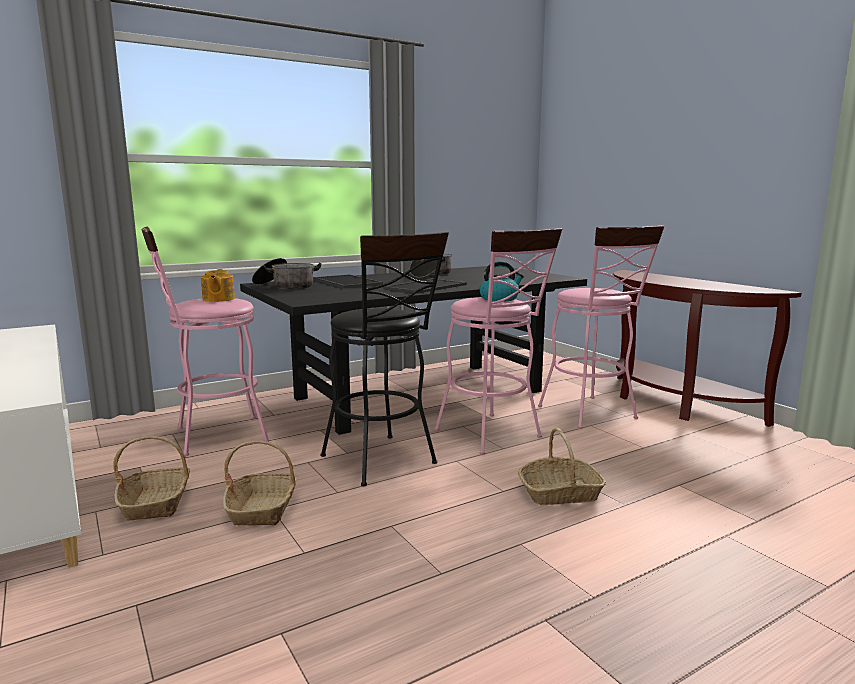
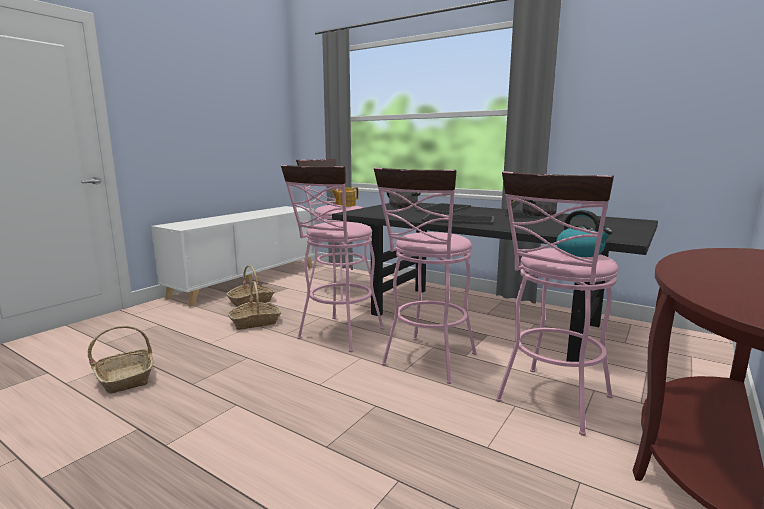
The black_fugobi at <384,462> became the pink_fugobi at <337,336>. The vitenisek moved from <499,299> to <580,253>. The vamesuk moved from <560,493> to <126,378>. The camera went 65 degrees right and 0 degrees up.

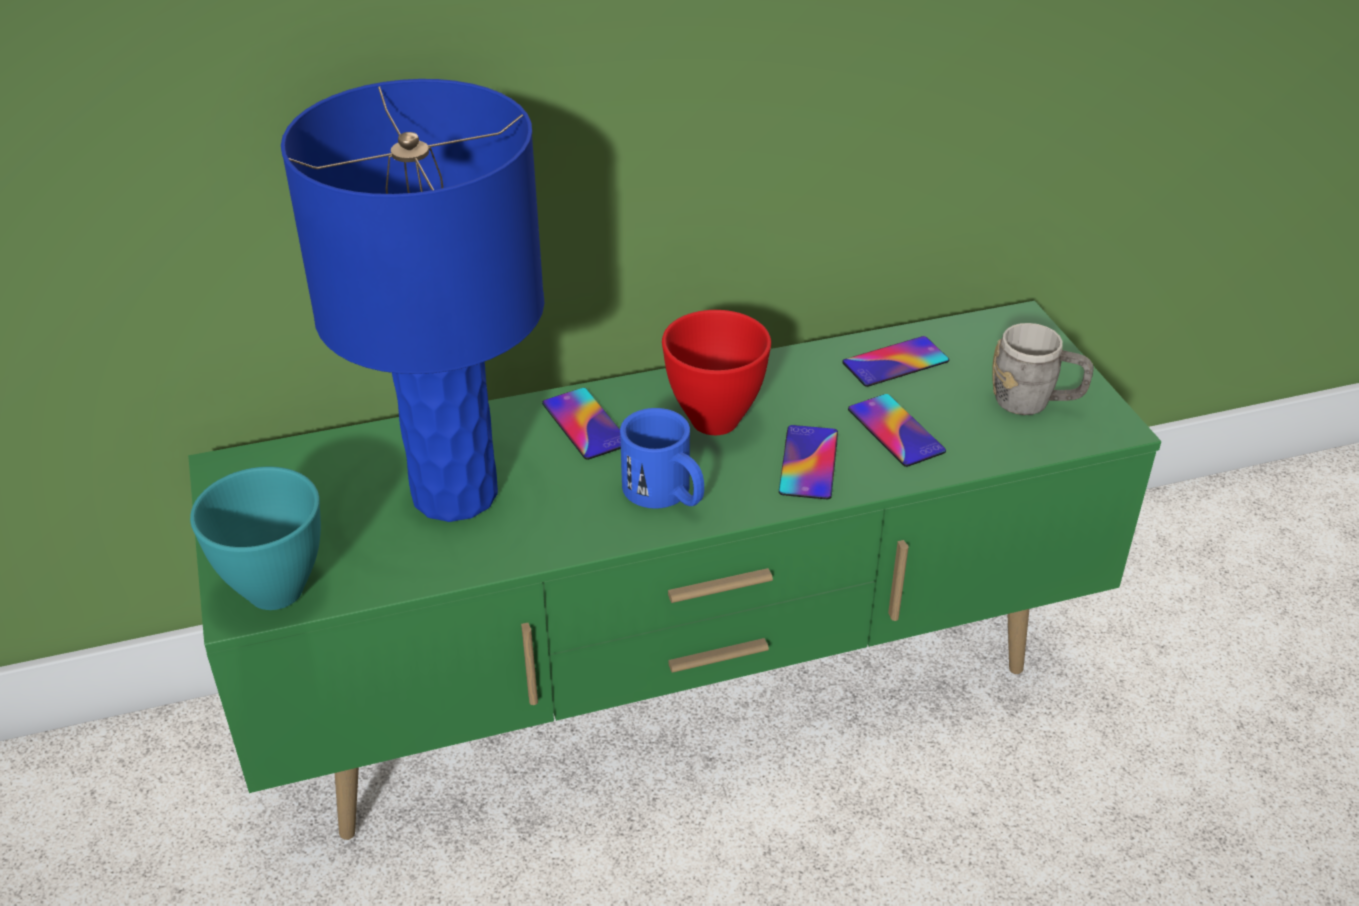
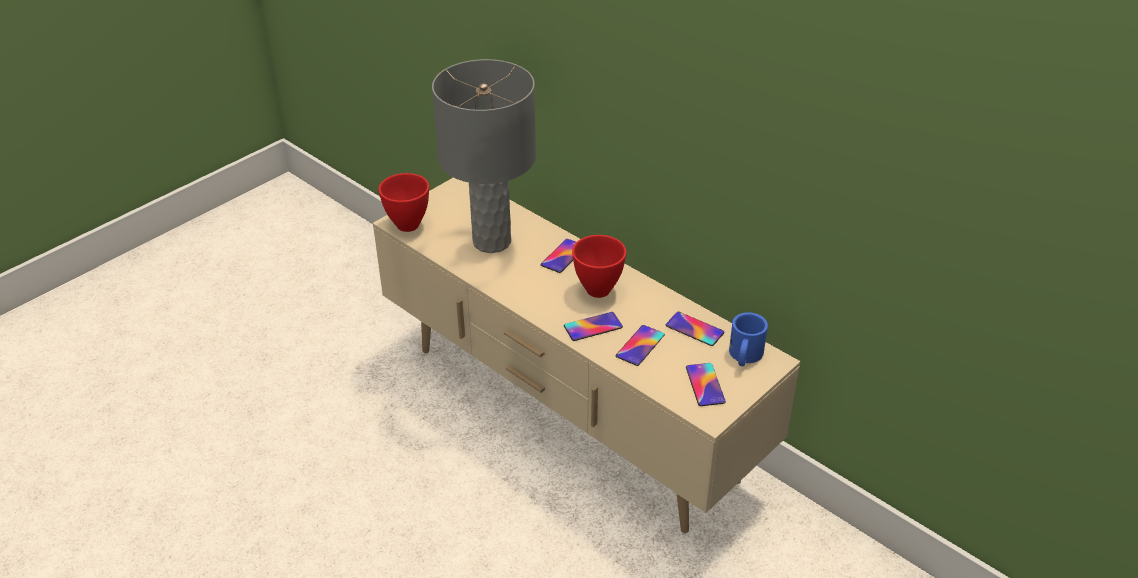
The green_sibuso at <681,694> became the beige_sibuso at <571,415>. The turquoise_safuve at <272,592> became the red_safuve at <407,224>. The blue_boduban at <454,493> became the grey_boduban at <492,241>. The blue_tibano moved from <666,494> to <744,357>. The grey_tibano at <1035,403> was replaced by the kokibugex at <705,385>. The camera went 60 degrees right and 0 degrees up.

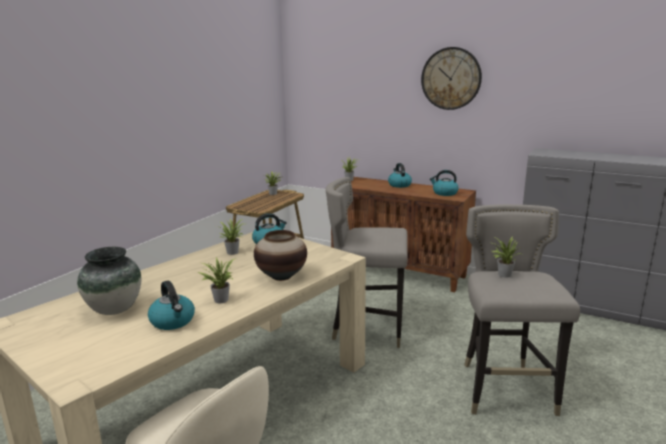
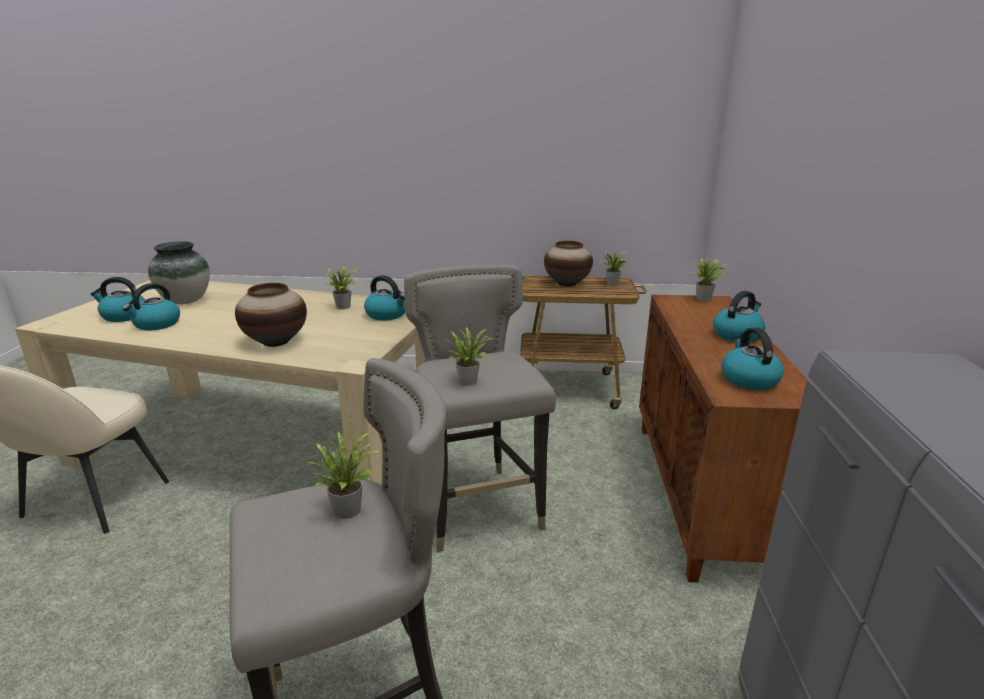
The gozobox moved from <220,299> to <468,380>. The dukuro at <451,78> disappeared. The vitenisek at <124,316> appeared. The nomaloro at <567,283> appeared. The camera went 65 degrees right and 5 degrees up.

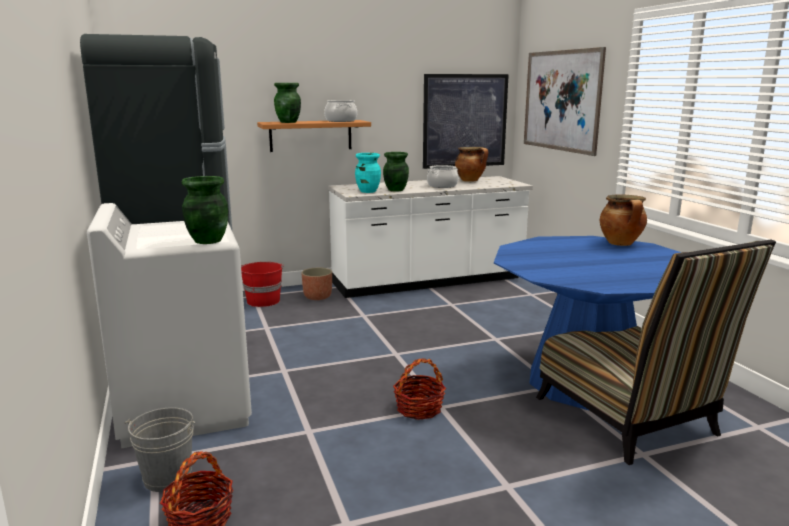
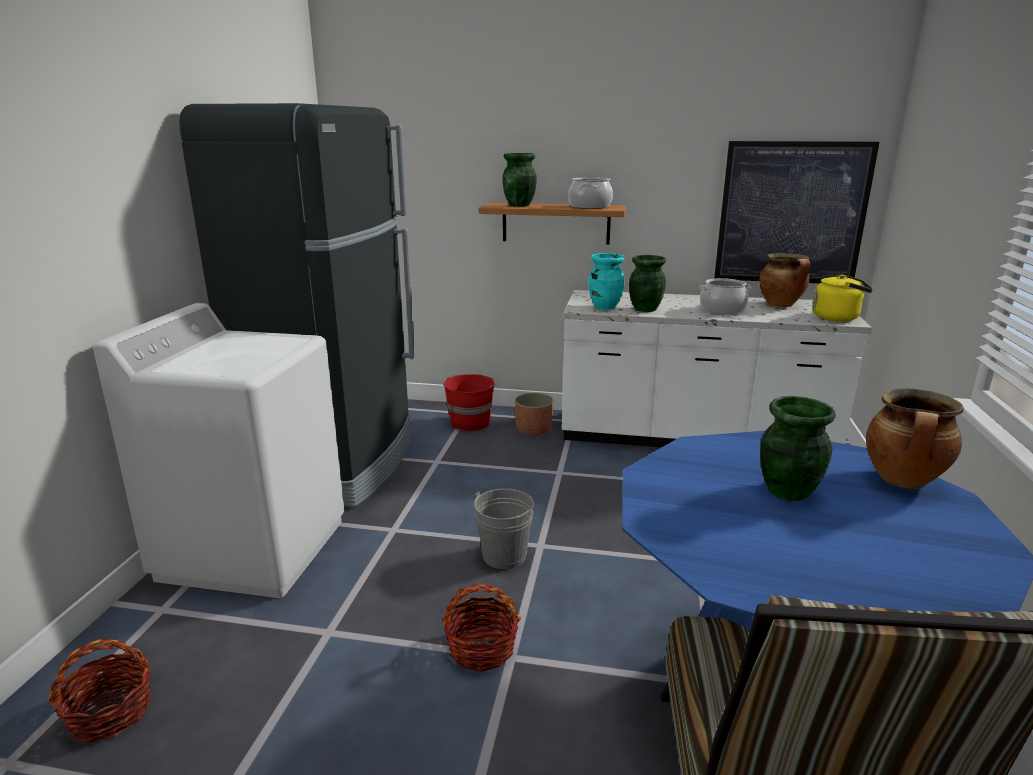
The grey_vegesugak moved from <167,477> to <504,555>. The green_nomaloro moved from <207,241> to <787,491>. The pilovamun at <561,100> disappeared. The yellow_vitenisek at <838,318> appeared. The camera went 30 degrees right and 5 degrees up.

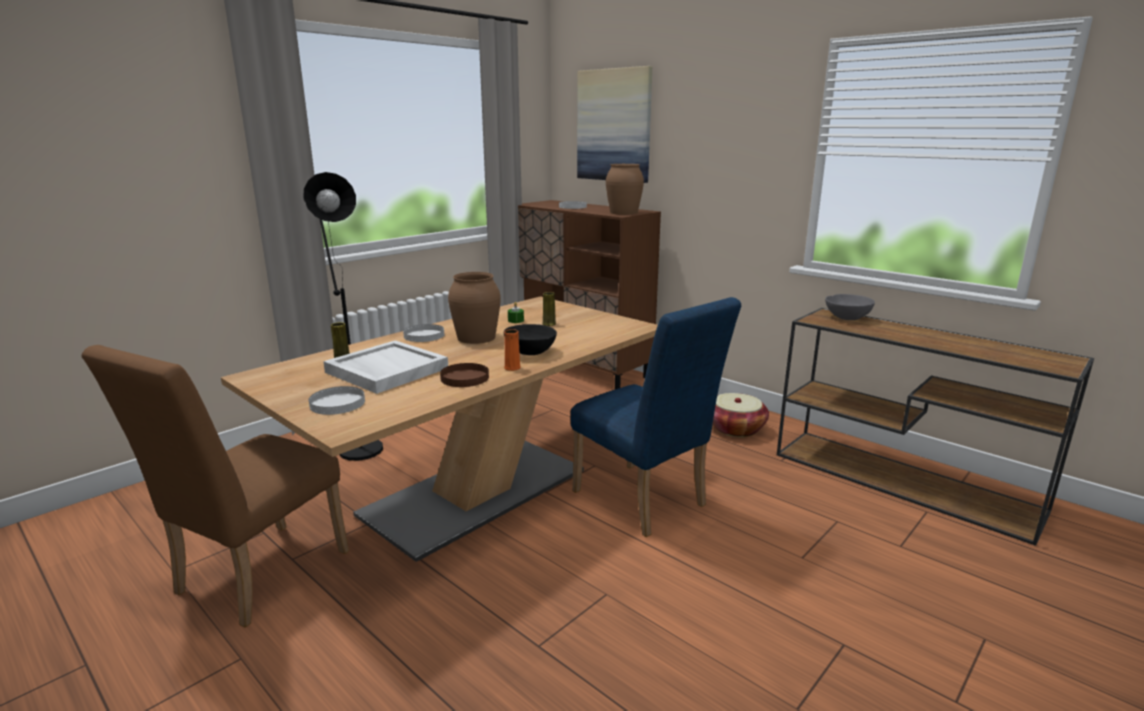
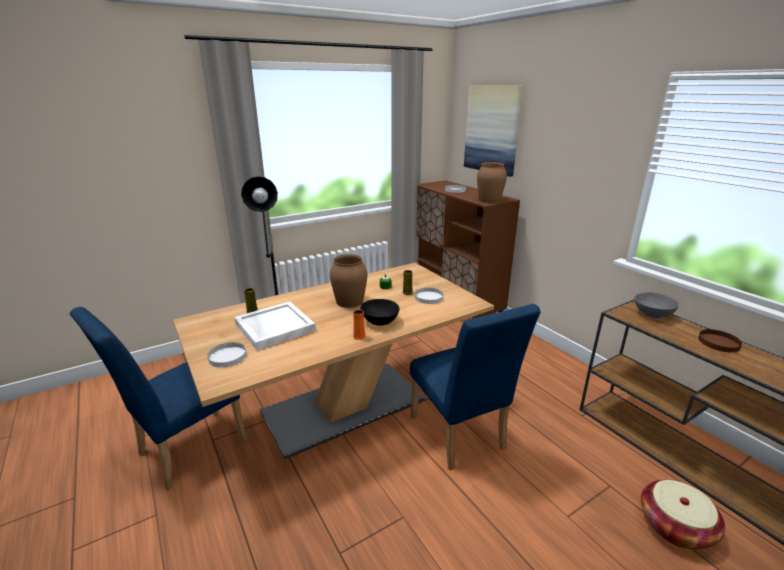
The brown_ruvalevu at <253,578> became the blue_ruvalevu at <185,451>. The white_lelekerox moved from <423,335> to <428,297>. The brown_lelekerox moved from <464,378> to <718,342>. The vamesuk moved from <735,429> to <675,526>. The camera went 15 degrees right and 5 degrees up.

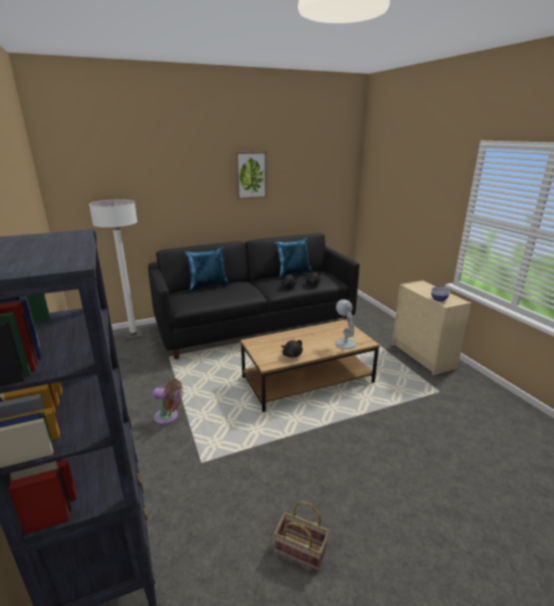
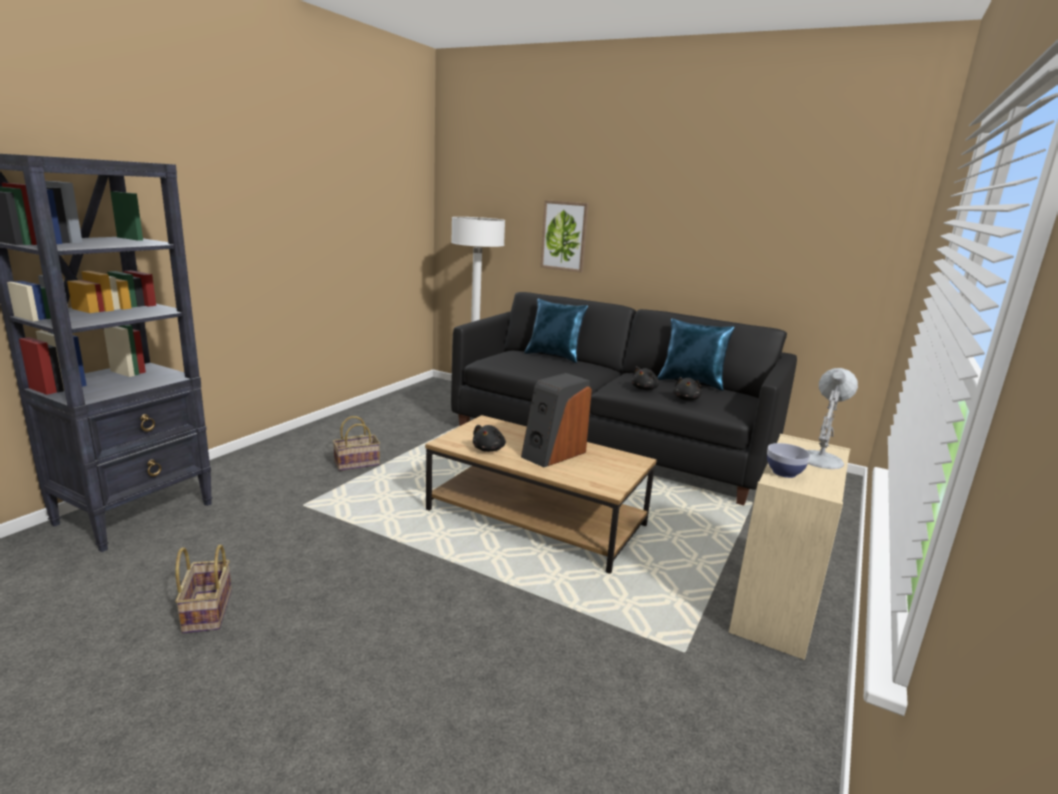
The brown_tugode at <169,417> was replaced by the vamesuk at <358,463>. The pilovamun moved from <251,175> to <564,236>. The white_boduban moved from <345,343> to <820,459>. The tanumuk at <553,454> appeared. The camera went 50 degrees right and 5 degrees down.

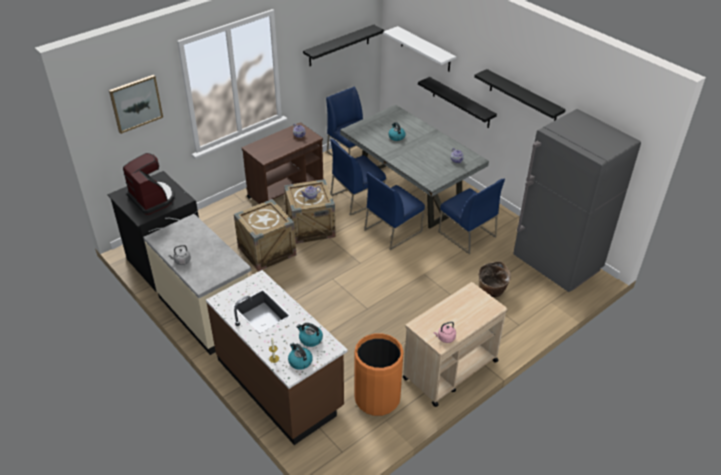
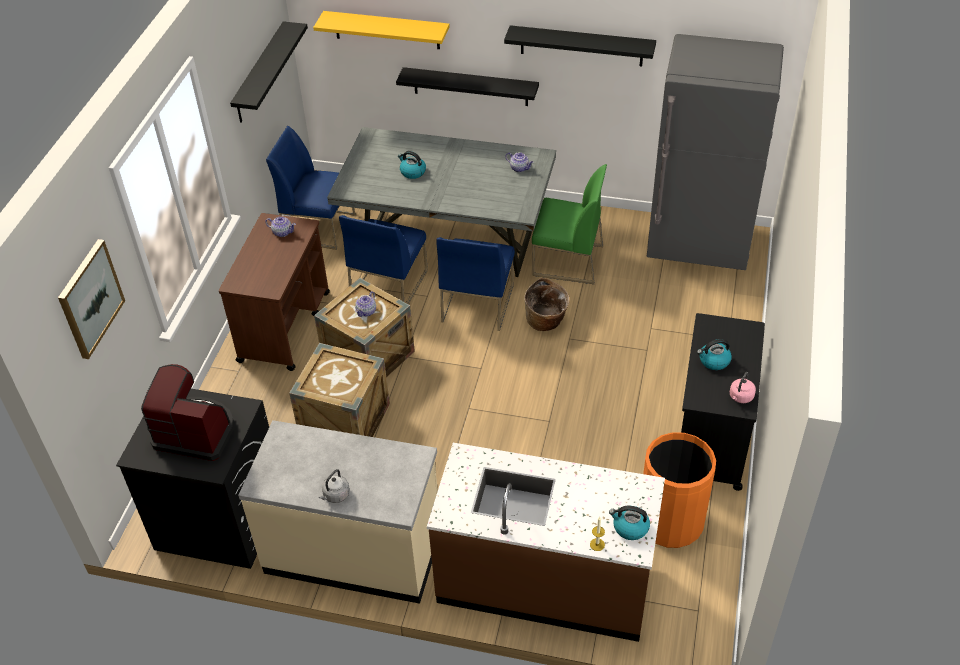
The vitenisek moved from <310,339> to <713,361>. The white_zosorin at <425,49> became the yellow_zosorin at <387,30>. The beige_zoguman at <449,370> became the black_zoguman at <711,437>. The blue_ruvalevu at <466,234> became the green_ruvalevu at <567,261>. The vamesuk moved from <491,291> to <546,322>. The camera went 35 degrees left and 5 degrees up.

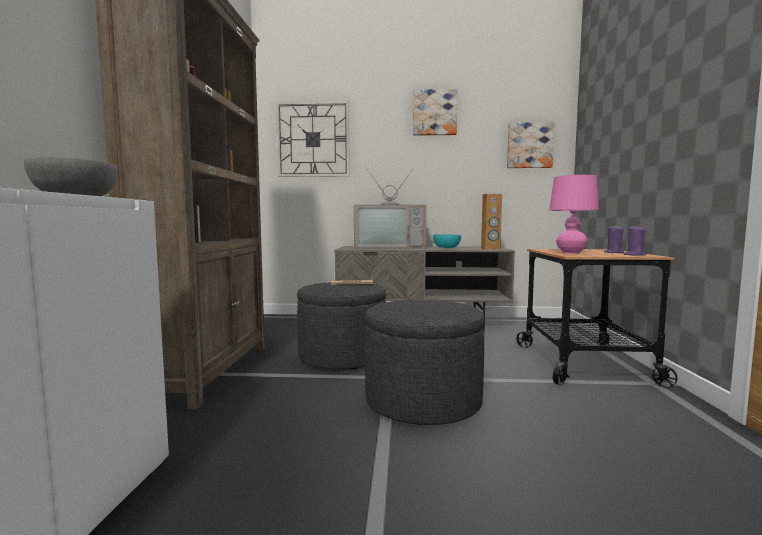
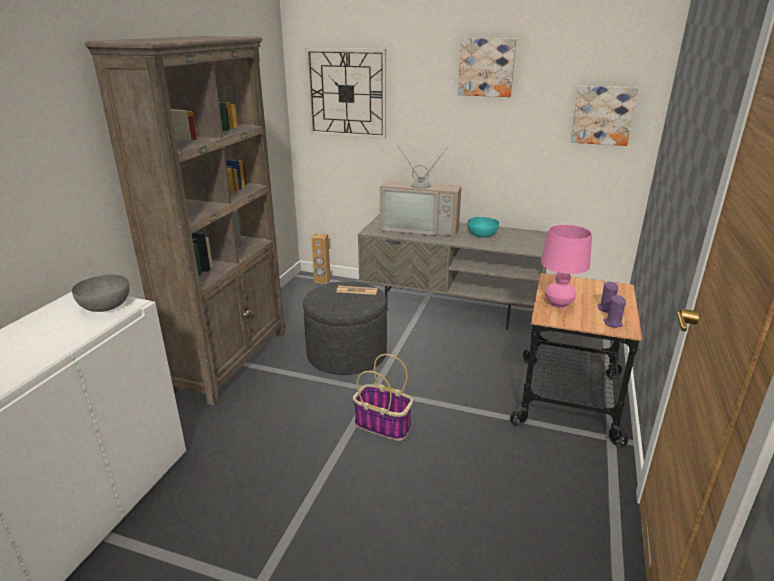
The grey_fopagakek at <423,401> was replaced by the vamesuk at <384,425>. The brown_tanumuk moved from <490,249> to <322,280>. The camera went 15 degrees right and 20 degrees up.

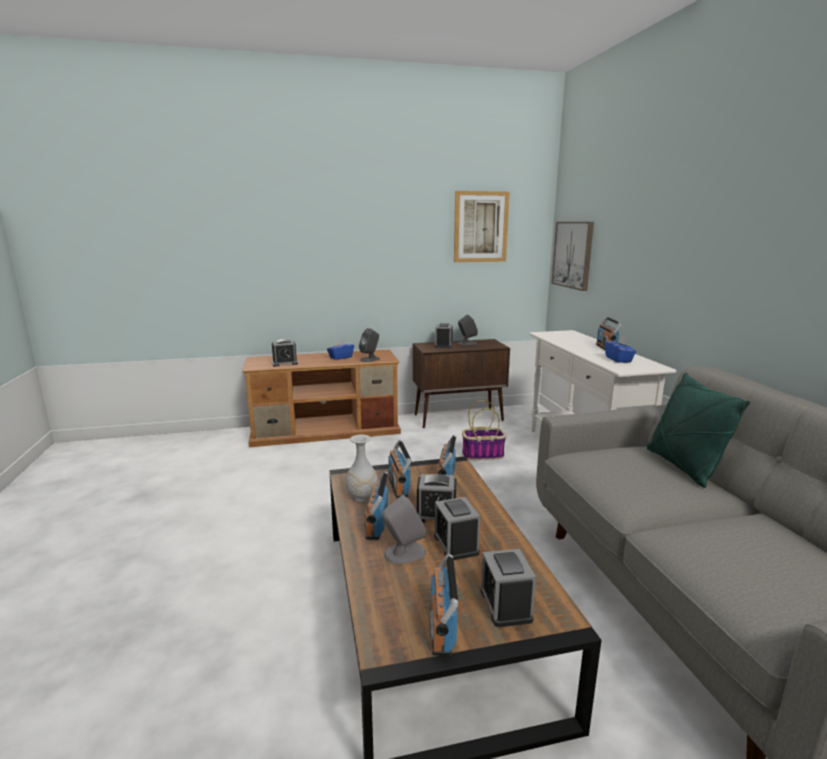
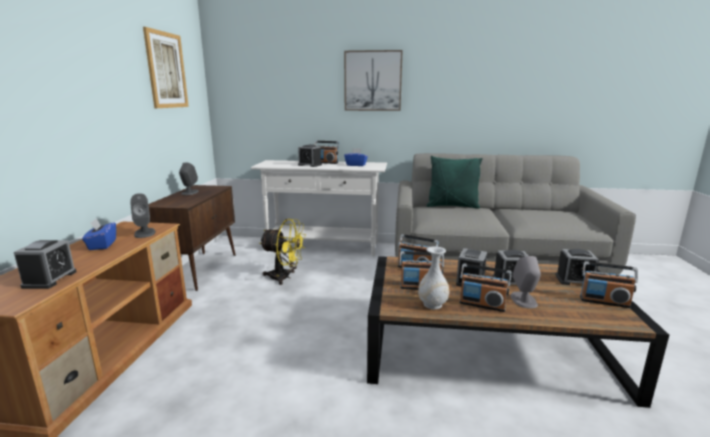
The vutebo moved from <443,345> to <309,165>. The vamesuk at <483,454> was replaced by the yellow_tugode at <285,277>. The pilovamun moved from <573,254> to <373,81>. The camera went 70 degrees left and 0 degrees up.

